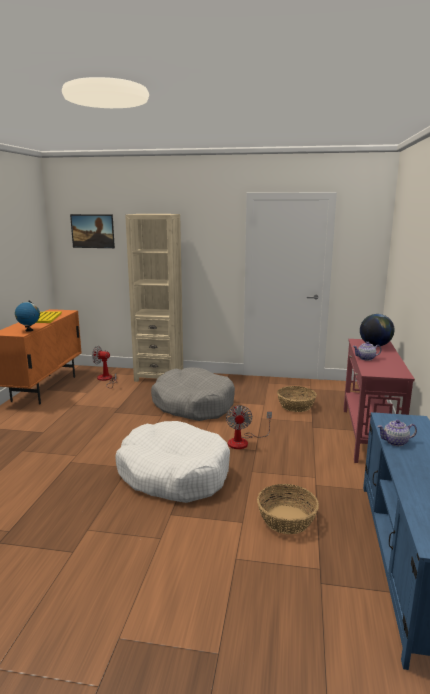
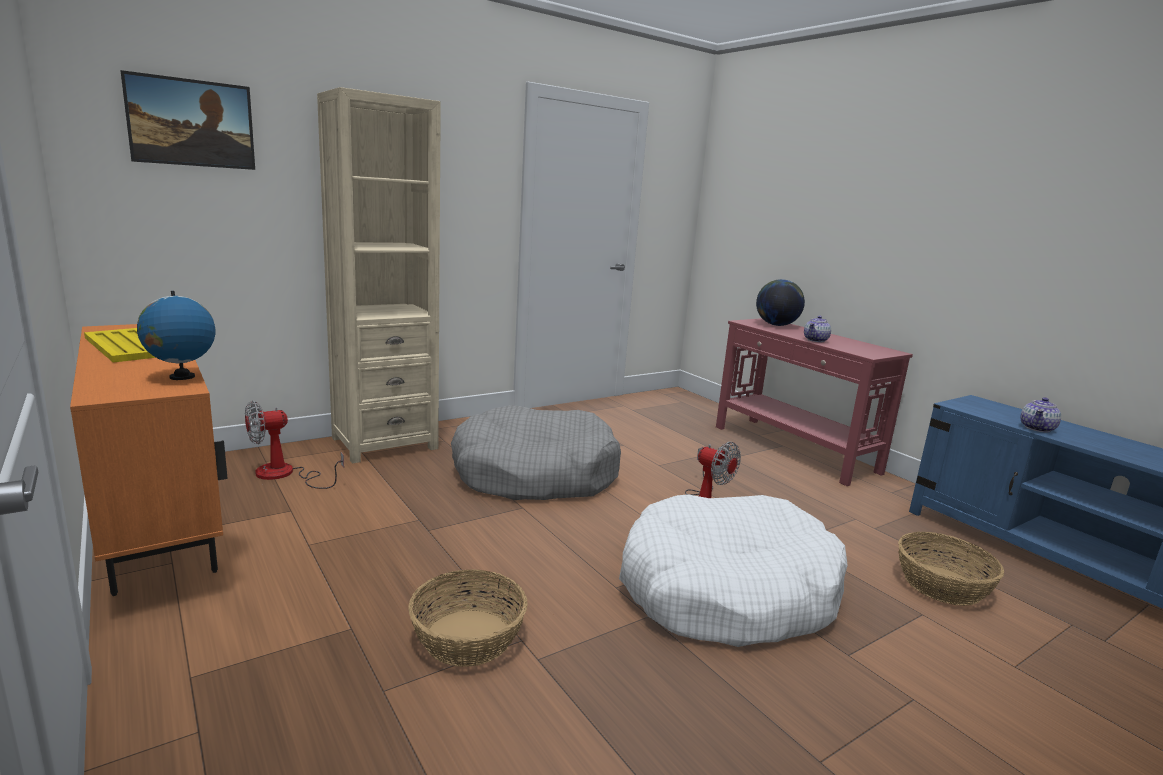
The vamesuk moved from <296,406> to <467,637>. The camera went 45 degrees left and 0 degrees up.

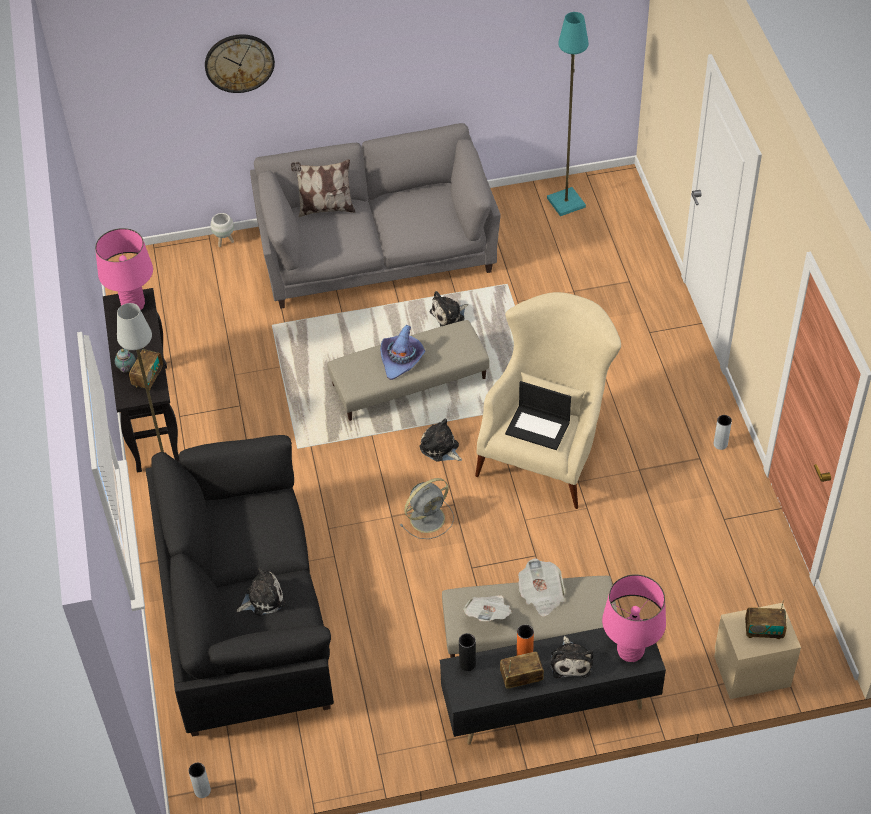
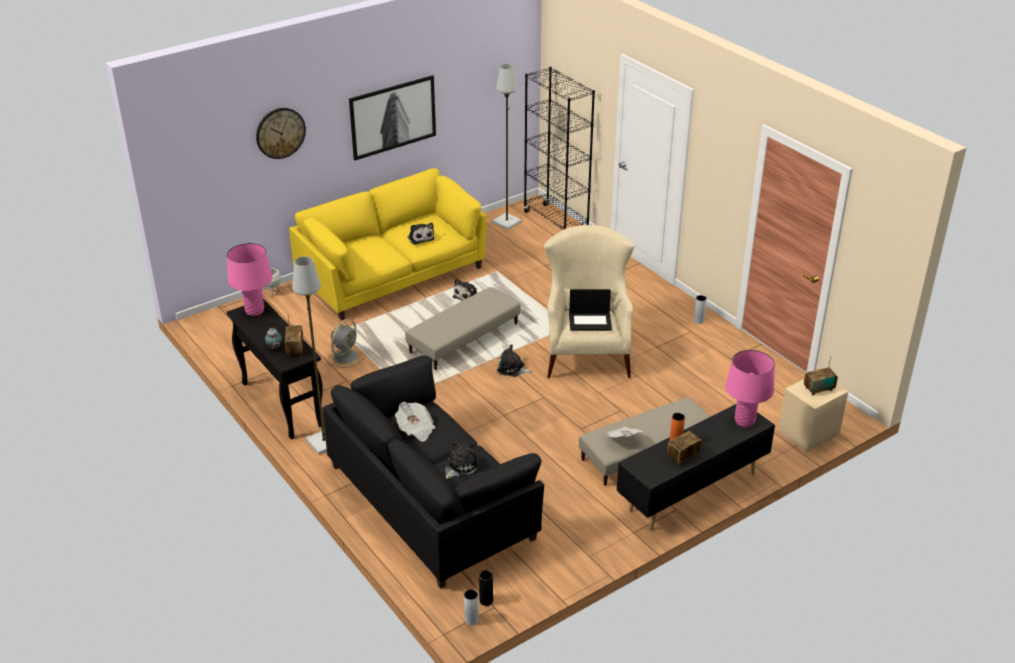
The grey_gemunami at <376,251> became the yellow_gemunami at <391,274>. The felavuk at <325,208> disappeared. The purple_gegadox at <402,359> disappeared. The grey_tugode moved from <428,518> to <346,356>. The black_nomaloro moved from <467,664> to <486,600>. The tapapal moved from <541,595> to <415,429>. The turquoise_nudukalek at <567,203> became the grey_nudukalek at <507,222>. The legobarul moved from <571,661> to <420,238>. The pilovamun at <393,117> appeared. The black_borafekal at <556,222> appeared. The camera went 25 degrees left and 15 degrees down.

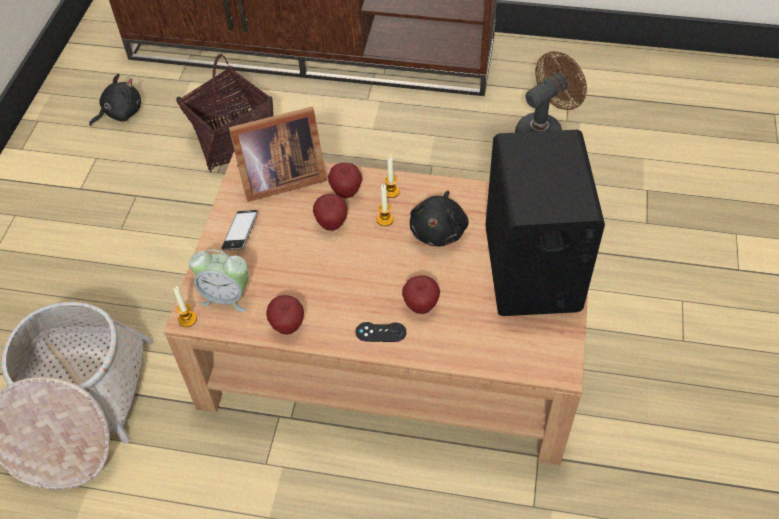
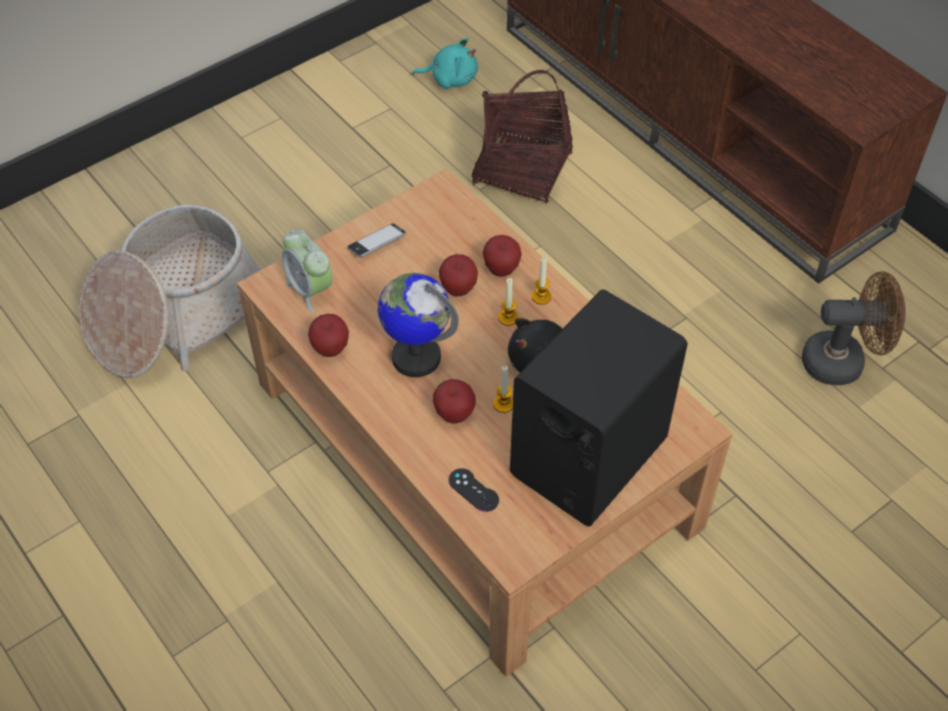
The black_legobarul at <120,113> became the turquoise_legobarul at <450,78>. The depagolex moved from <187,319> to <503,404>. The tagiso at <278,178> disappeared. The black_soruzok moved from <380,332> to <473,490>. The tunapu at <416,357> appeared. The camera went 40 degrees right and 0 degrees up.

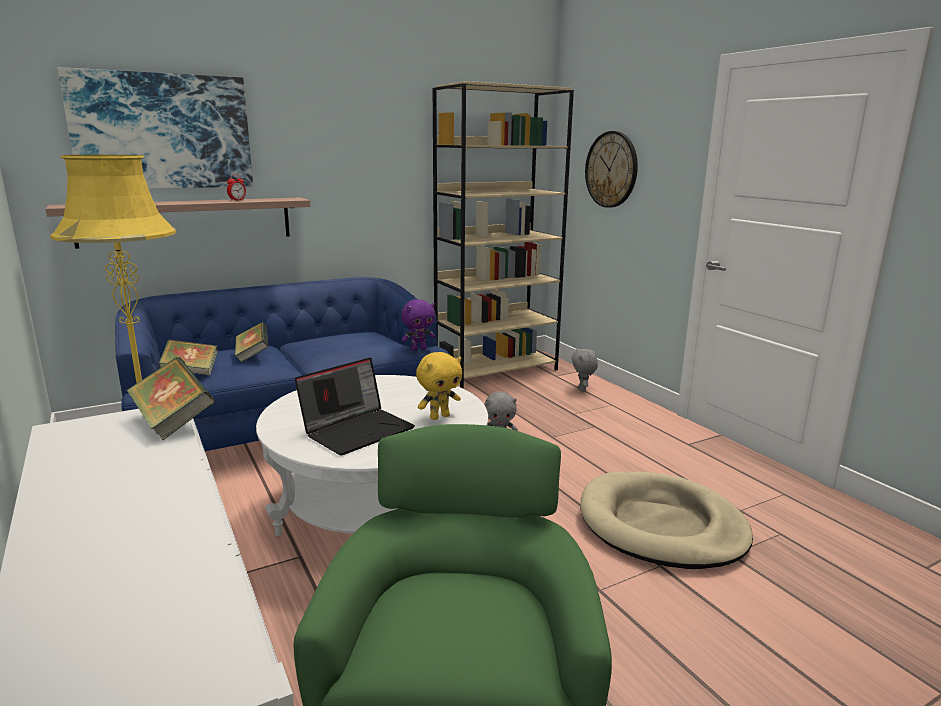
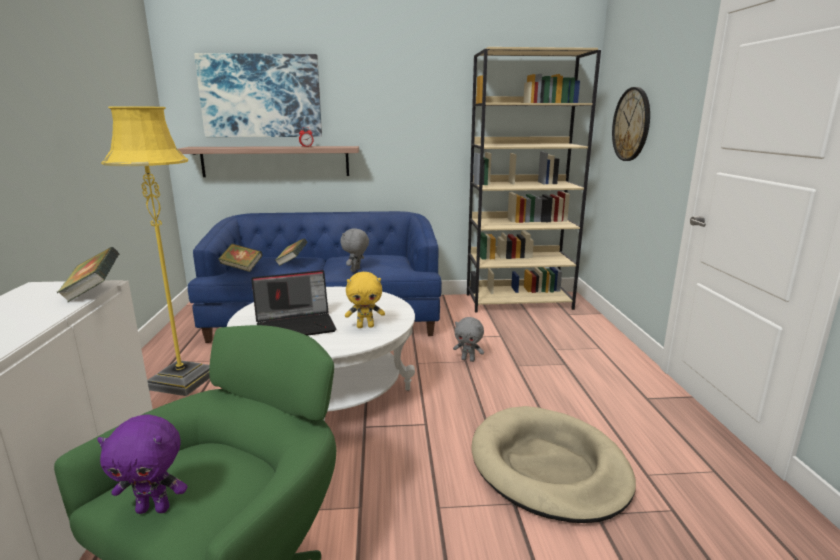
The purple_legobarul moved from <418,349> to <154,508>. The grey_legobarul moved from <583,389> to <356,270>. The camera went 25 degrees right and 0 degrees up.

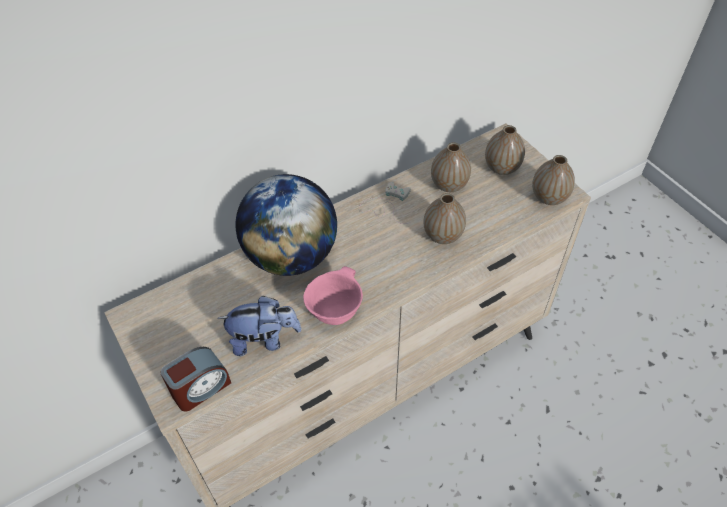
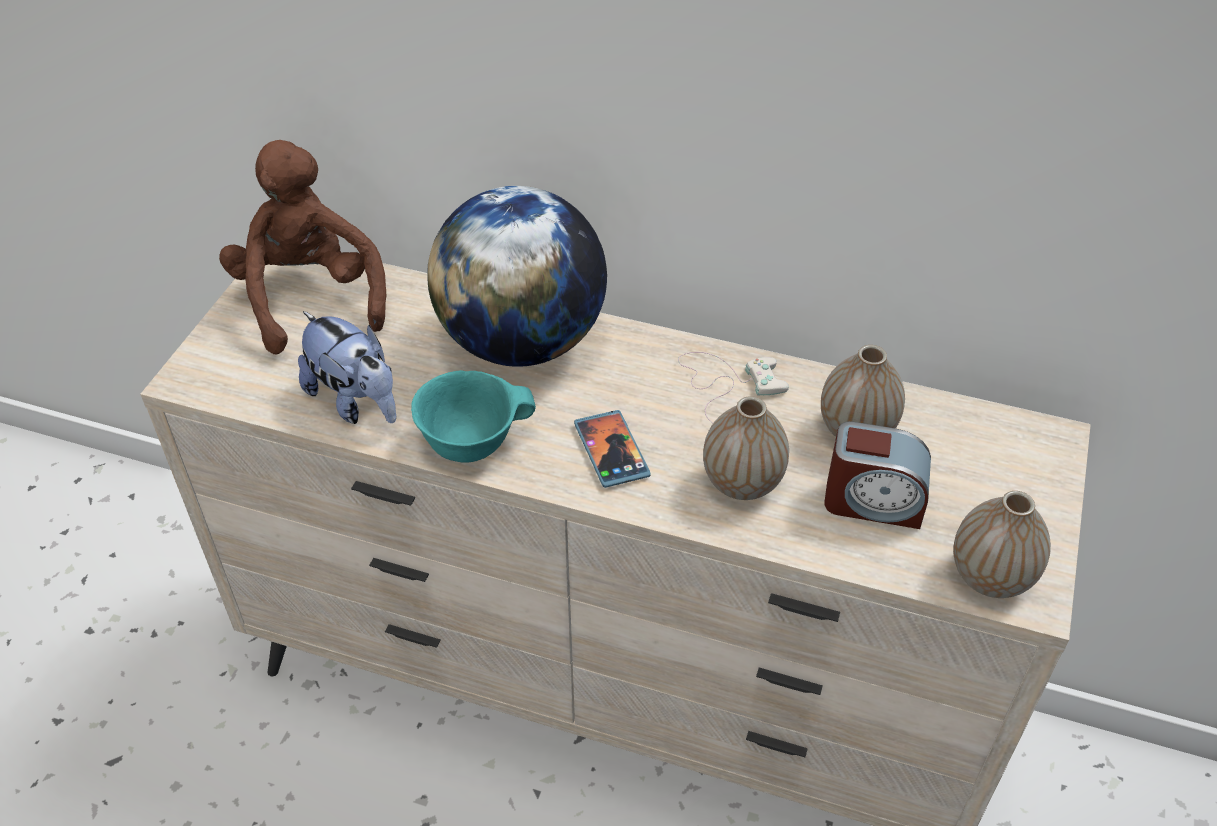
The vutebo moved from <200,388> to <873,501>. The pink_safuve at <334,311> became the turquoise_safuve at <471,443>. The nomaloro at <501,168> disappeared. The brown_legobarul at <310,298> appeared. The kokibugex at <611,451> appeared. The camera went 50 degrees right and 5 degrees down.

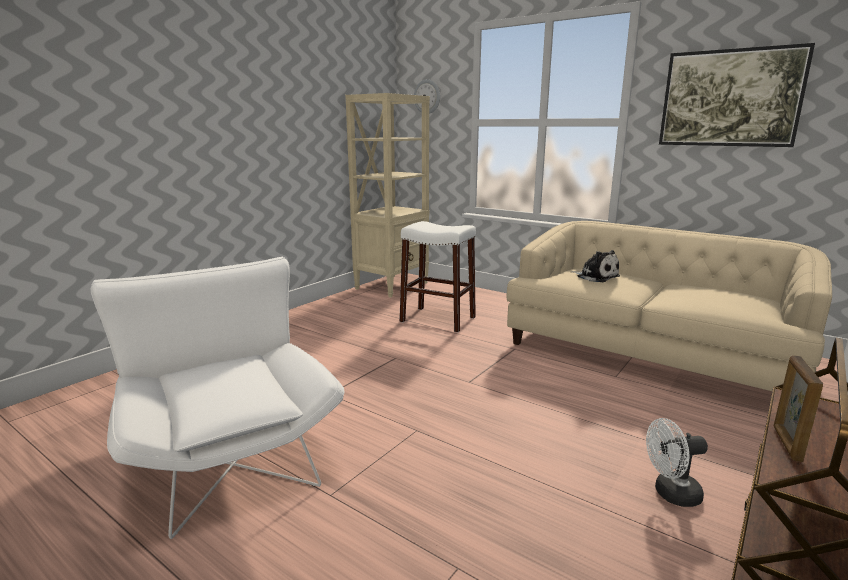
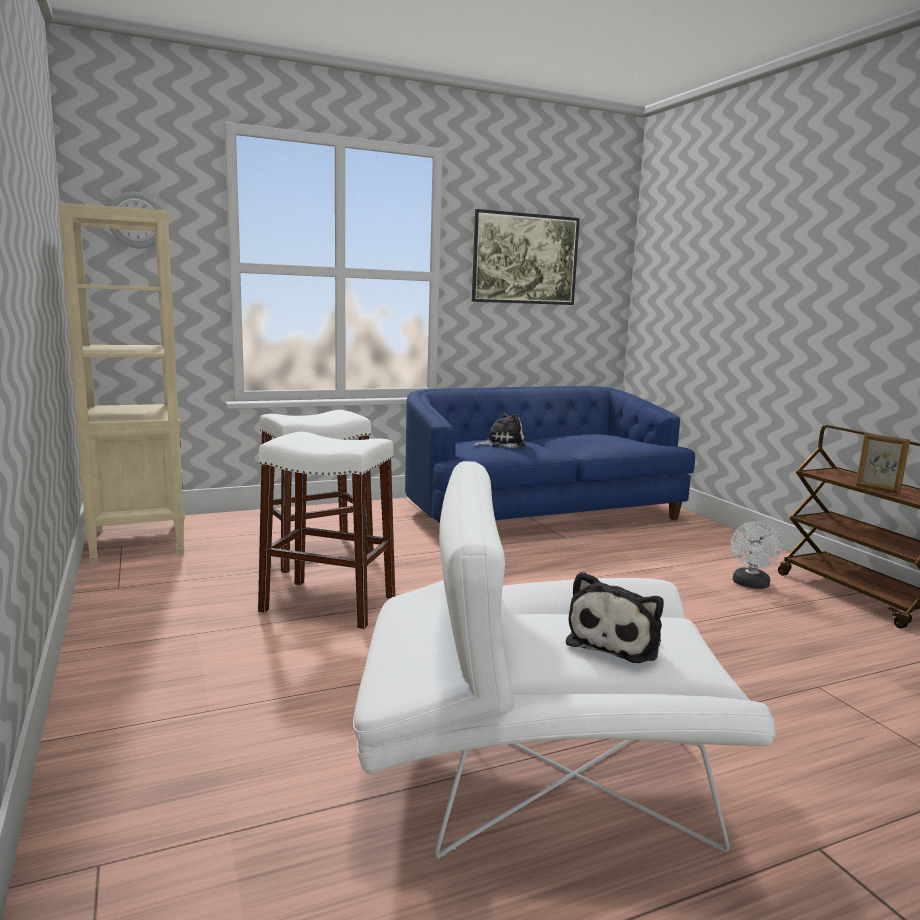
The beige_gemunami at <649,354> became the blue_gemunami at <539,514>. The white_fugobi at <329,604> appeared. The legobarul at <616,641> appeared. The camera went 60 degrees left and 5 degrees down.

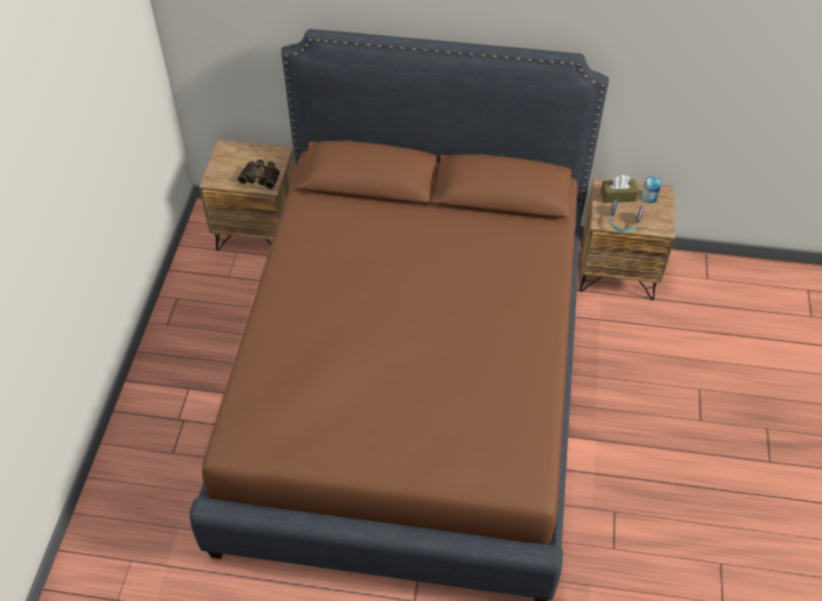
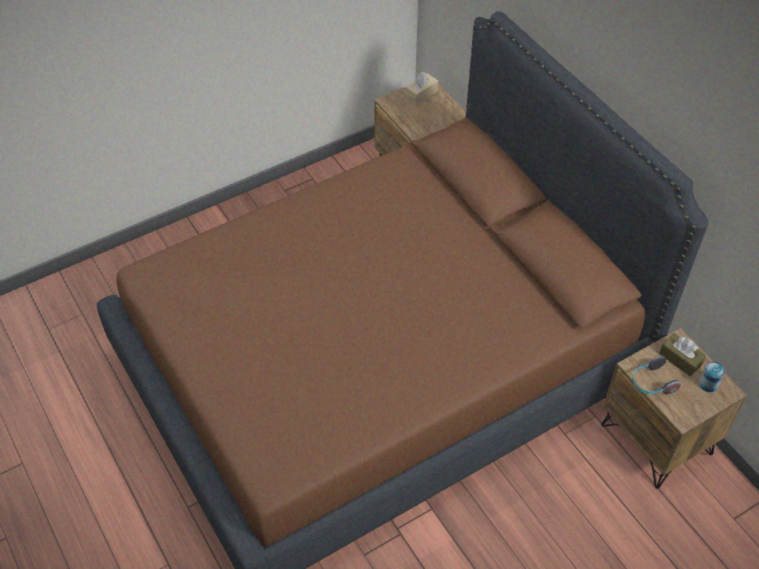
The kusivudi at <261,177> disappeared. The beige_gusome at <421,94> appeared. The camera went 50 degrees right and 0 degrees up.

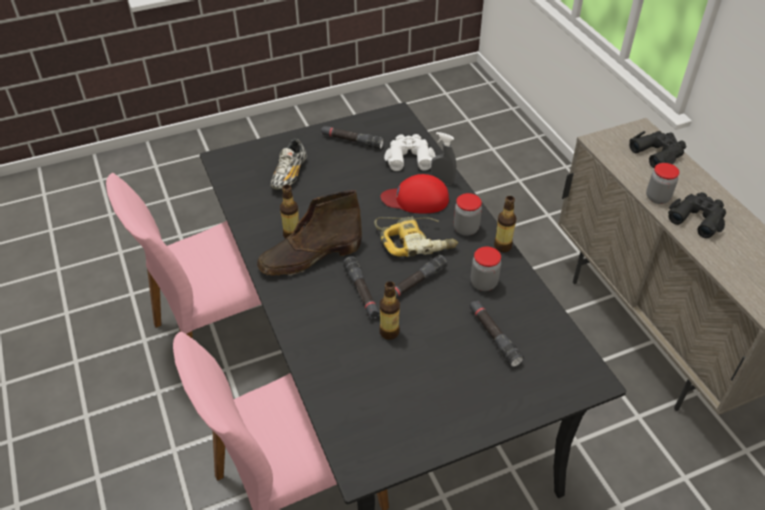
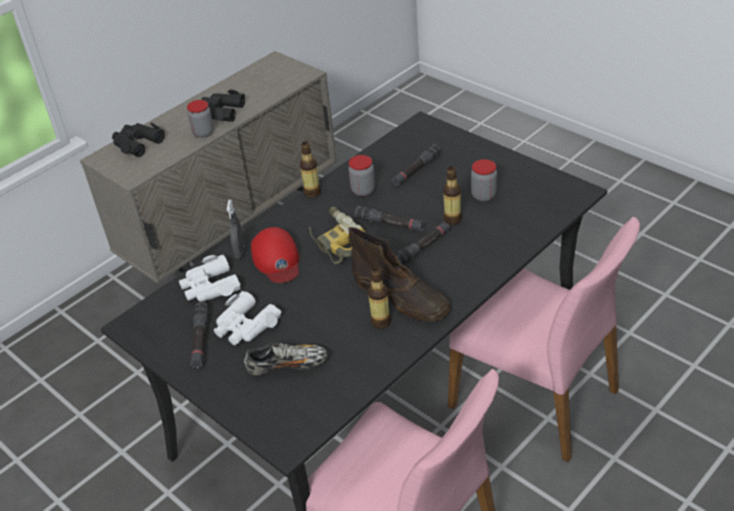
The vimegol moved from <466,229> to <484,195>. The white_kusivudi at <245,326> appeared. The camera went 110 degrees left and 5 degrees down.

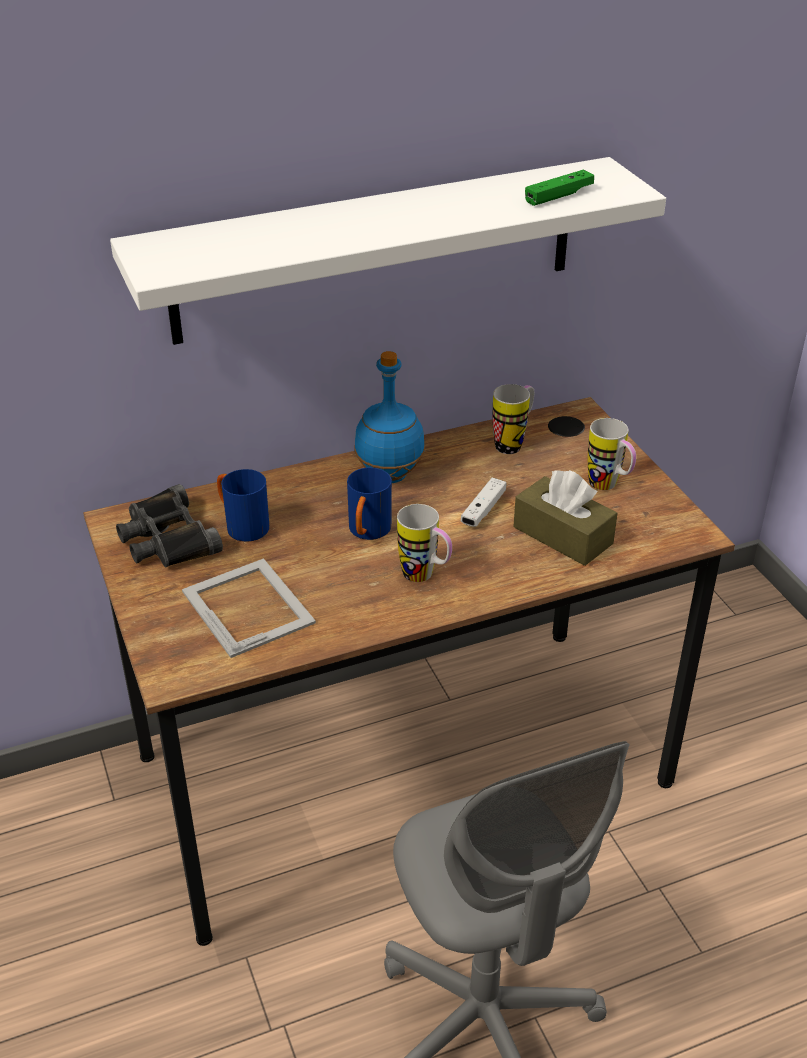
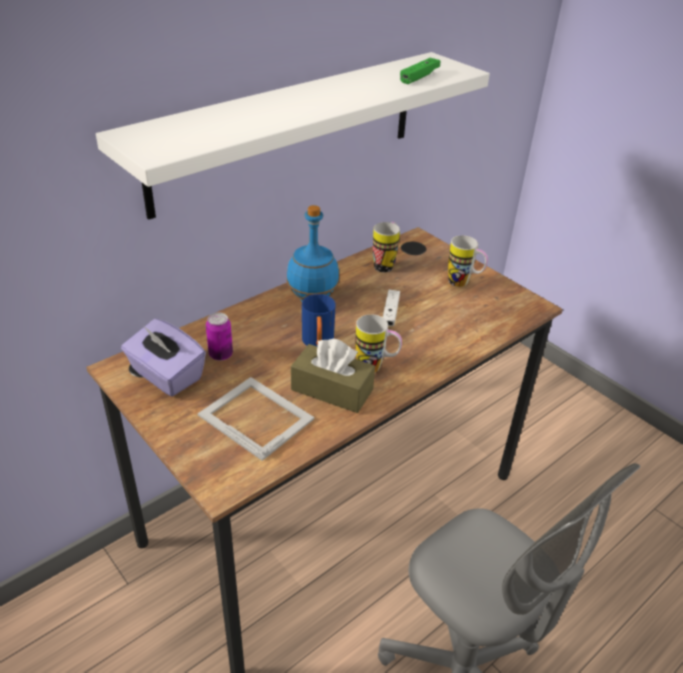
The black_kusivudi at <167,538> was replaced by the purple_gusome at <166,375>. The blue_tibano at <242,525> was replaced by the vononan at <220,355>. The brown_gusome moved from <562,535> to <332,389>. The camera went 20 degrees left and 0 degrees up.

